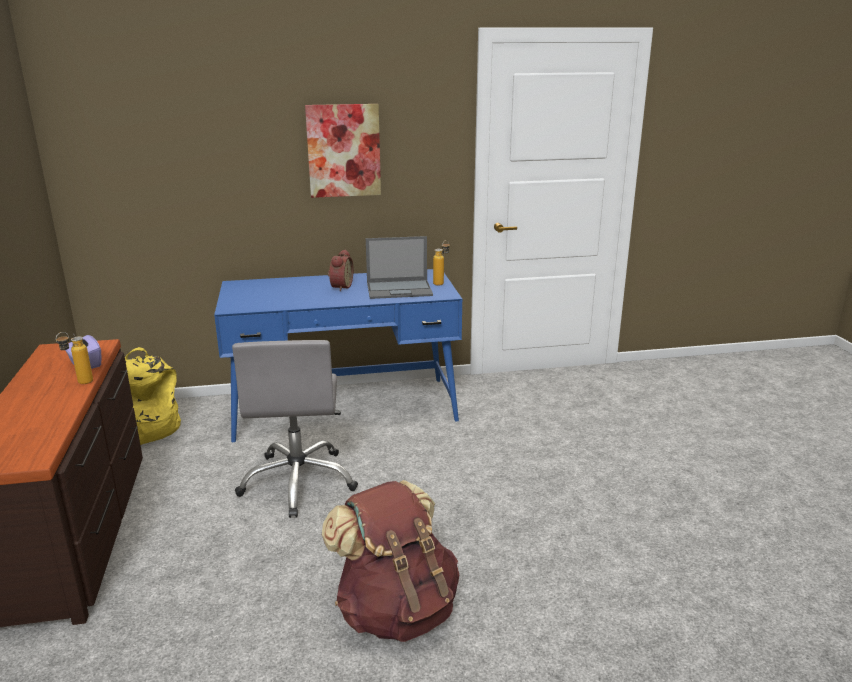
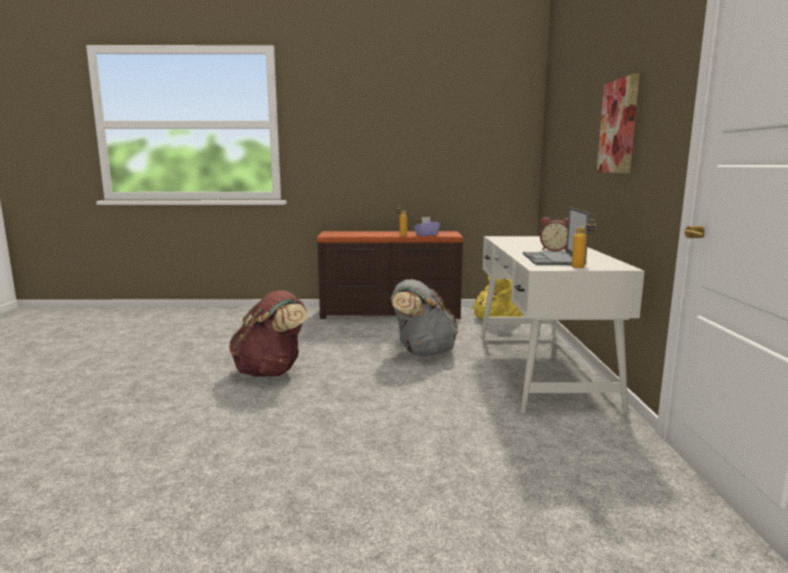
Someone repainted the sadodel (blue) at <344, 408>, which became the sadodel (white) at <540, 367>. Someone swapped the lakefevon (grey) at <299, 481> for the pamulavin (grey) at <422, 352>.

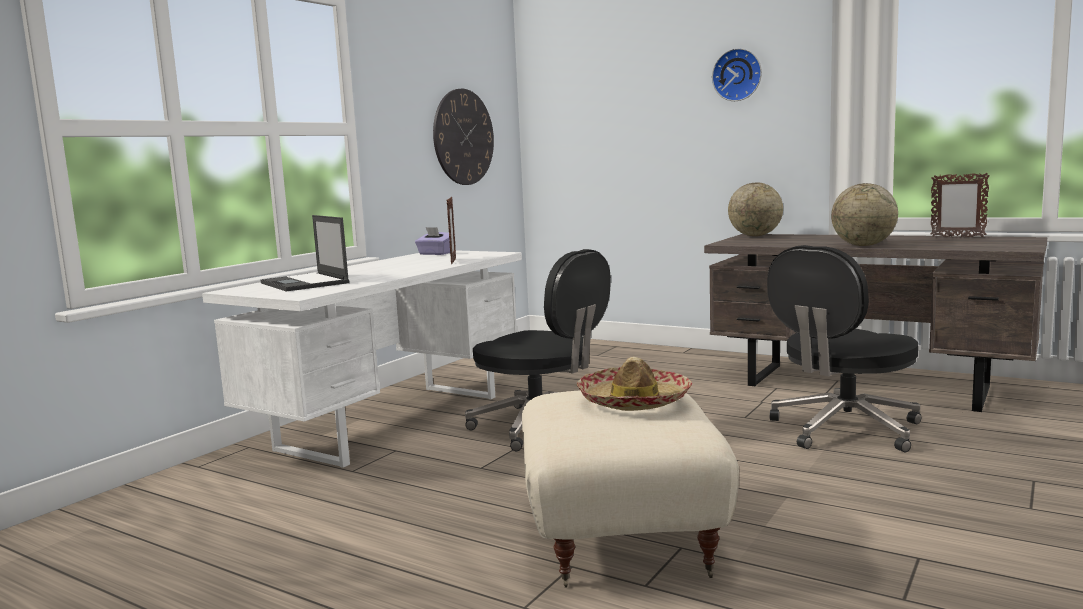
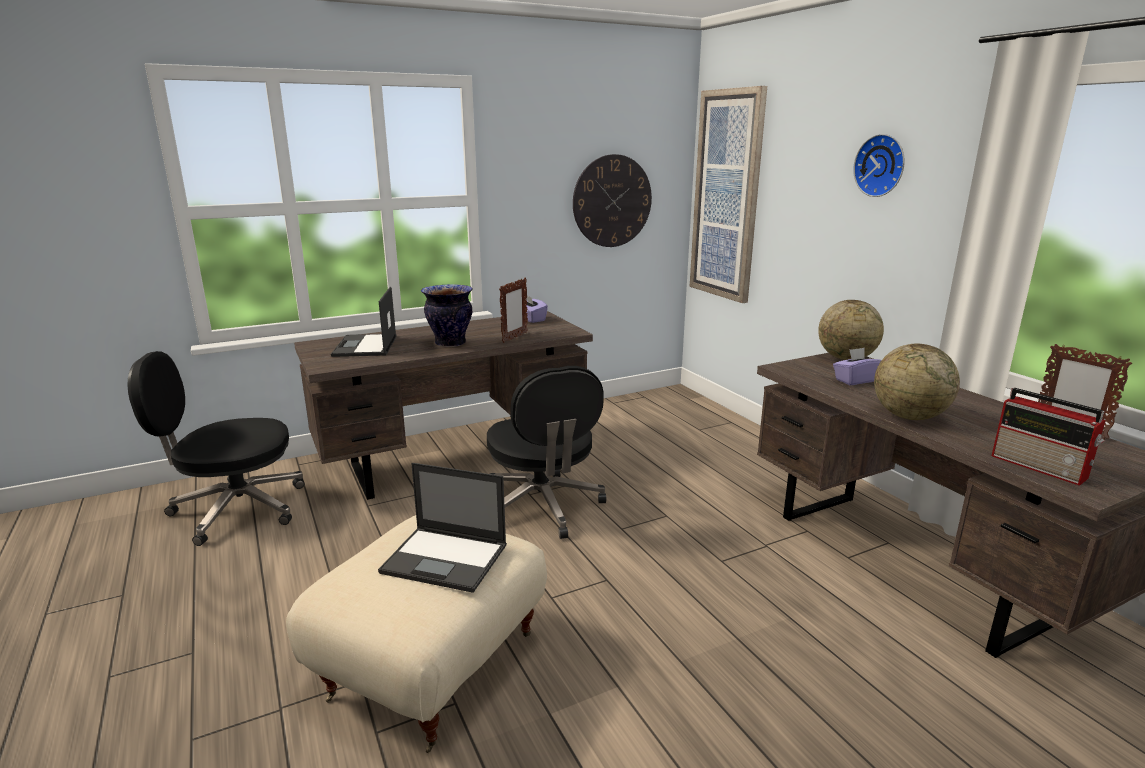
Someone carried the lakefevon (black) from <843, 429> to <235, 509>. Someone repainted the sadodel (white) at <393, 421>, which became the sadodel (brown) at <455, 460>. Someone swapped the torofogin at <634, 401> for the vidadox at <446, 559>. Someone put up the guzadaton at <727, 196>. Someone put down the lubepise at <451, 343>. Someone put down the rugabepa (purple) at <855, 380>. Someone put down the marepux at <1041, 467>.

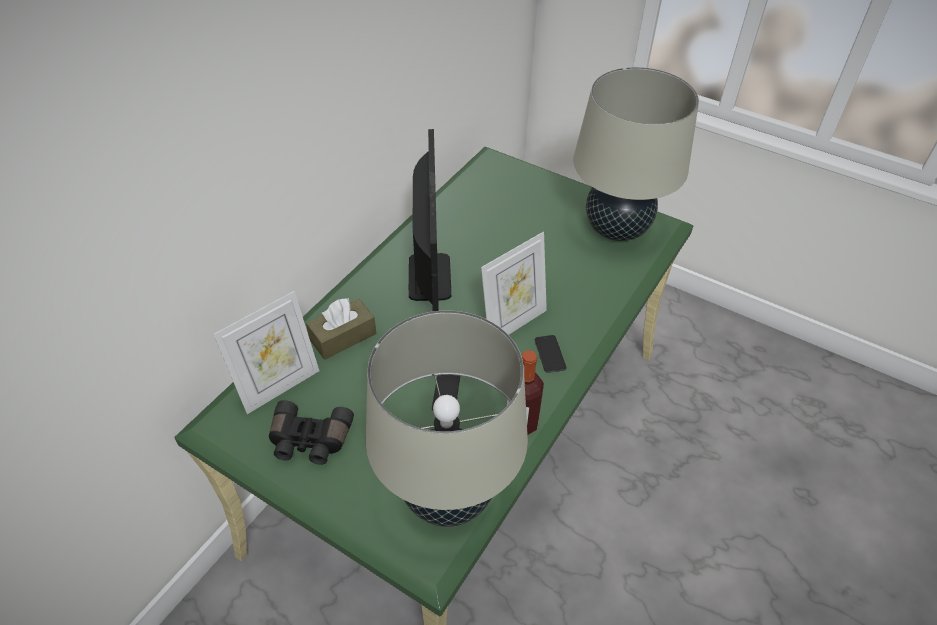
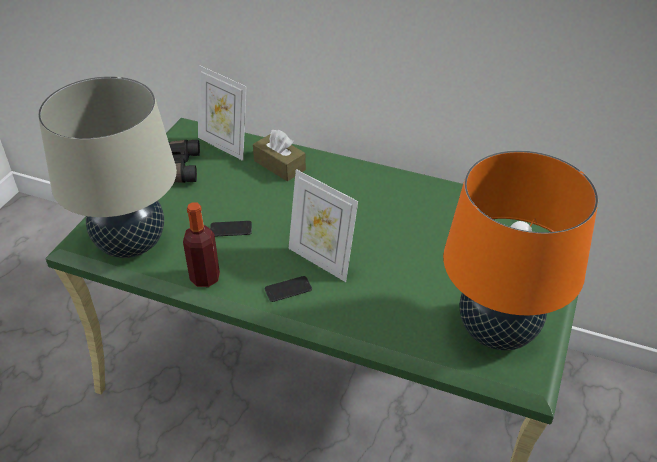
Someone repainted the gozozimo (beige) at <616, 229>, which became the gozozimo (orange) at <497, 331>. Someone took away the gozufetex at <429, 277>.

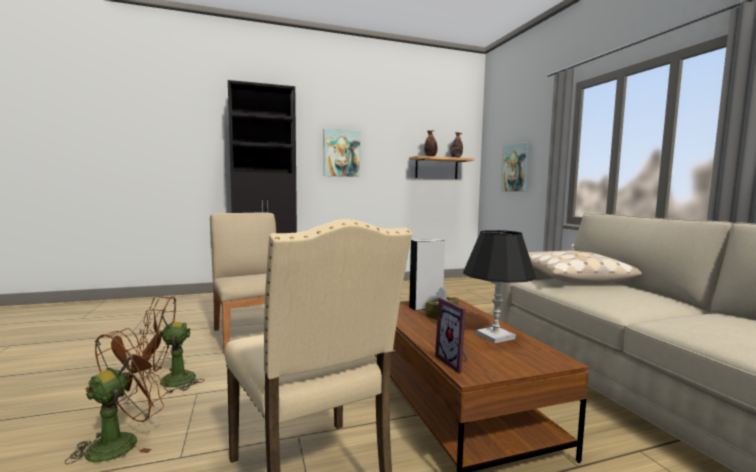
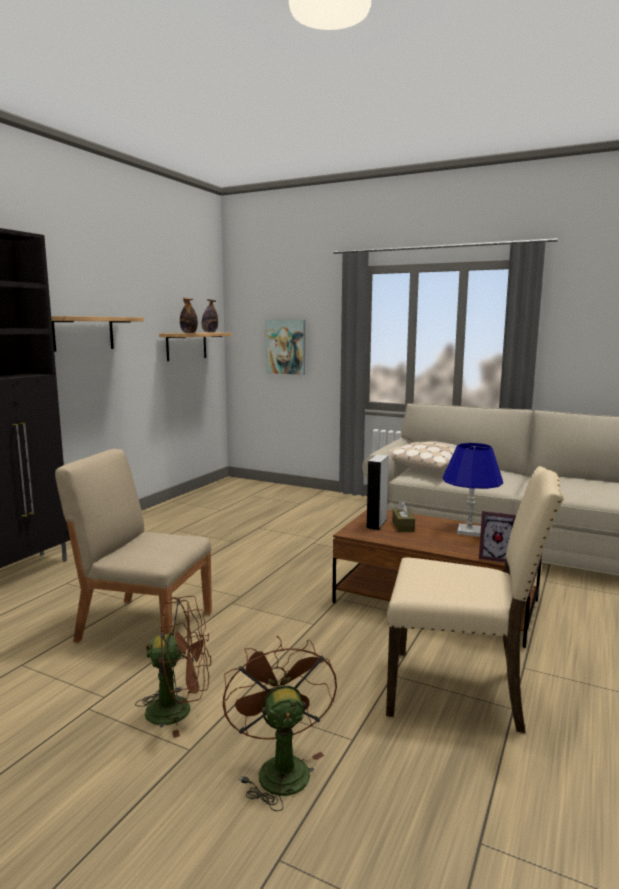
Someone swapped the guzadaton at <341, 153> for the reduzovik at <83, 333>. Someone repainted the gozozimo (black) at <495, 336>, which became the gozozimo (blue) at <469, 531>. Someone rotated the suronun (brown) at <169, 381> by 120 degrees counterclockwise.

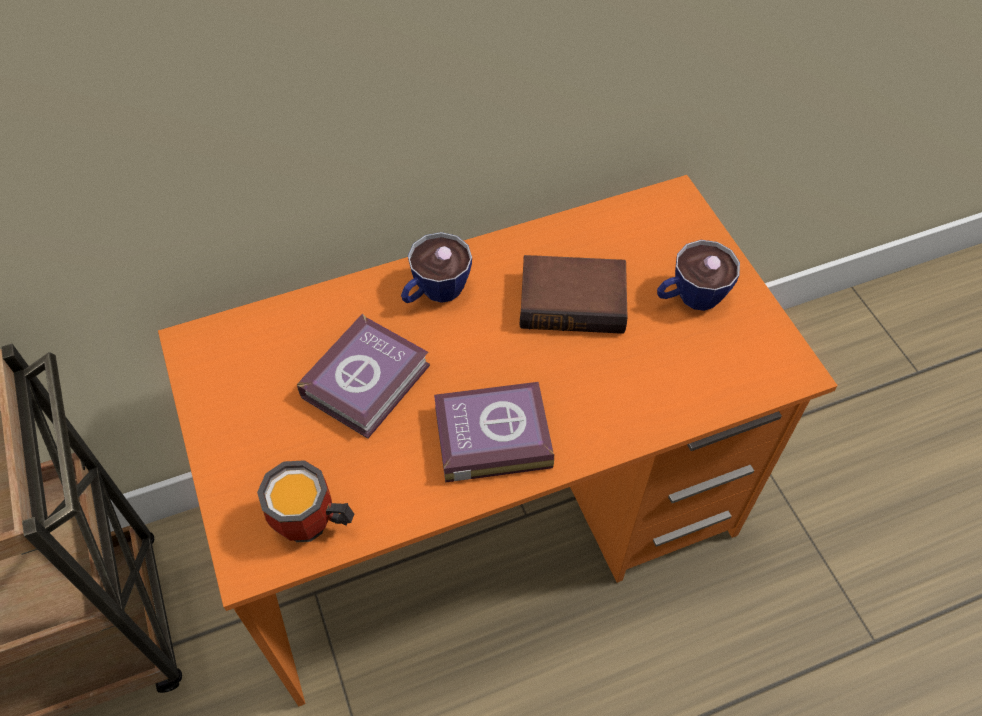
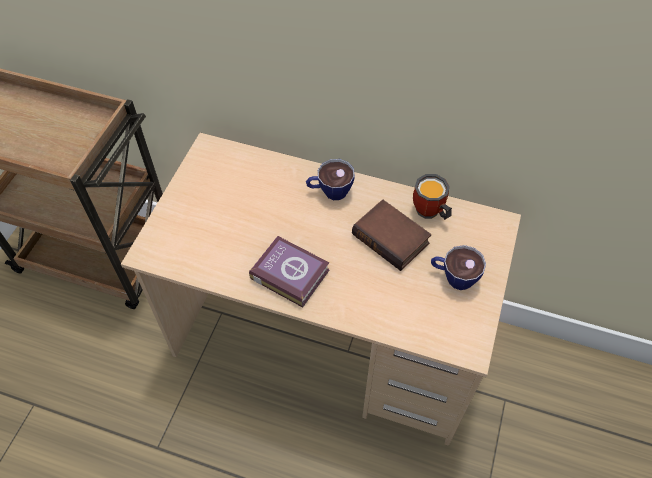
Someone repainted the sadodel (orange) at <490, 523>, which became the sadodel (beige) at <327, 341>. Someone took away the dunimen at <369, 380>. Someone carried the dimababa from <312, 527> to <429, 213>.

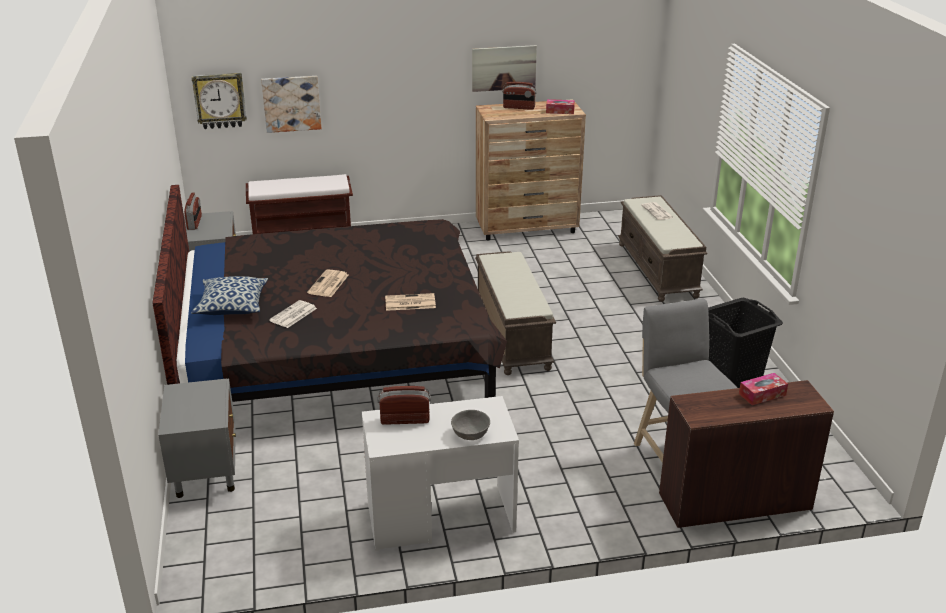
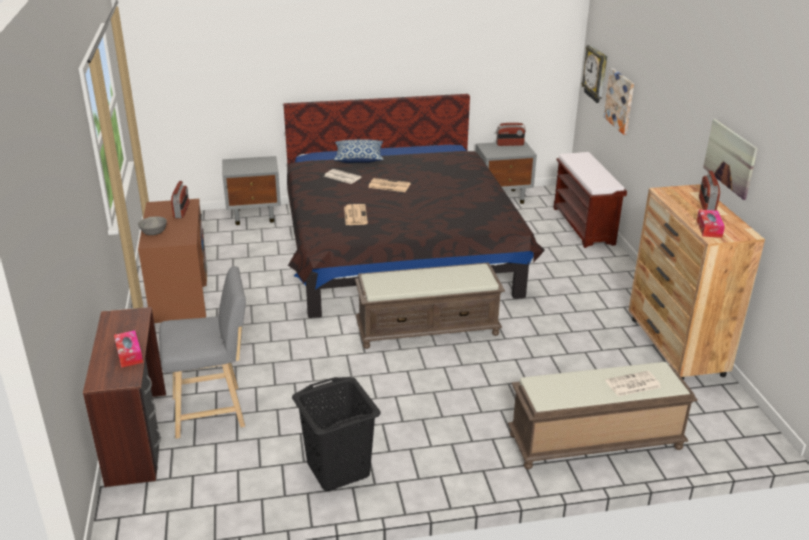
Someone repainted the sadodel (white) at <440, 517>, which became the sadodel (brown) at <180, 294>.

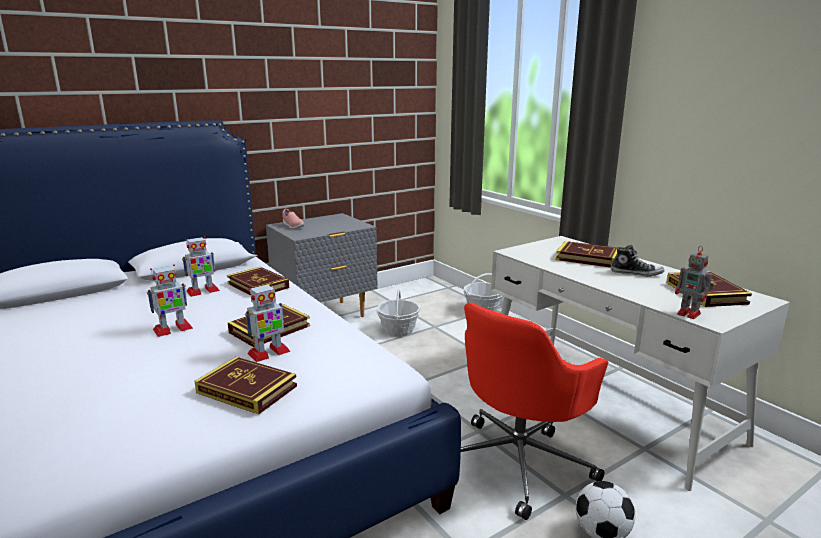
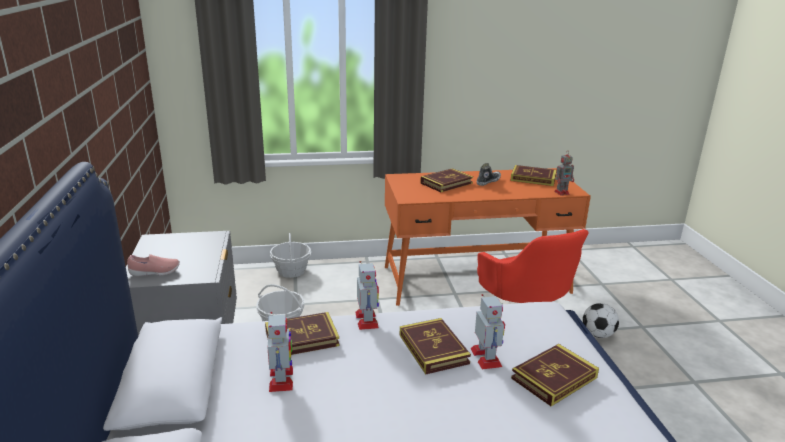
Someone repainted the sadodel (white) at <606, 404>, which became the sadodel (orange) at <476, 280>. Someone carried the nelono from <172, 329> to <367, 320>.

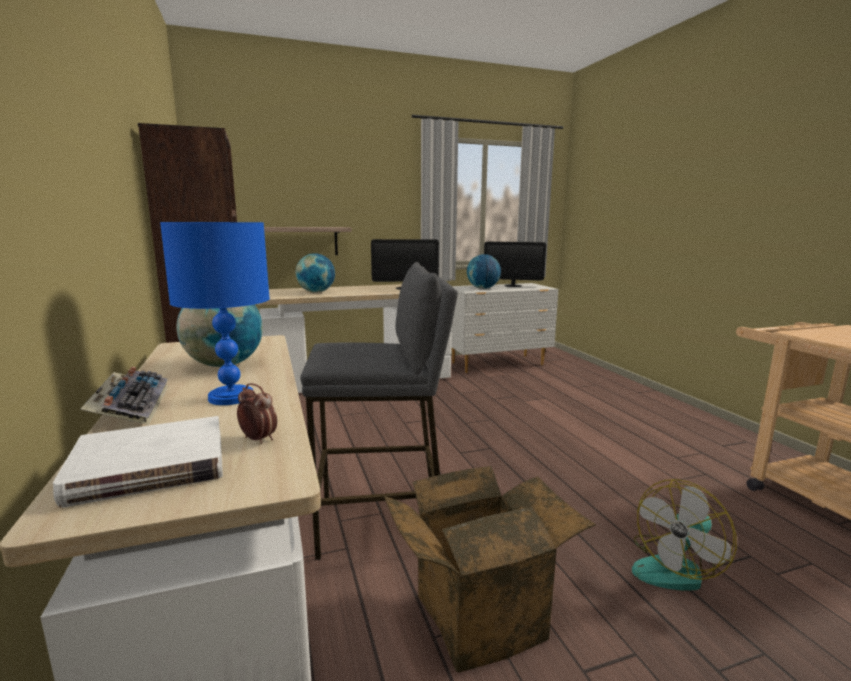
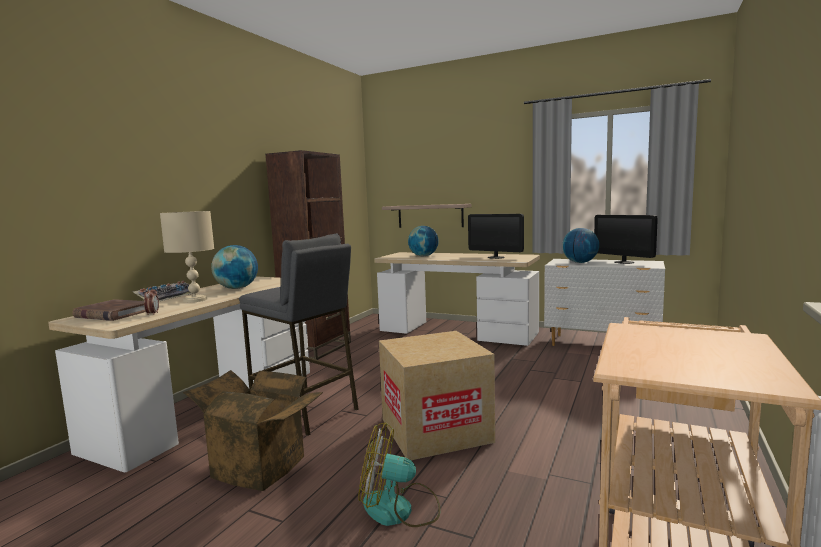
Someone repainted the gozozimo (blue) at <230, 397>, which became the gozozimo (beige) at <194, 300>. Someone repainted the dunimen (white) at <150, 466>, which became the dunimen (brown) at <113, 314>. Someone put down the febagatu at <435, 430>.

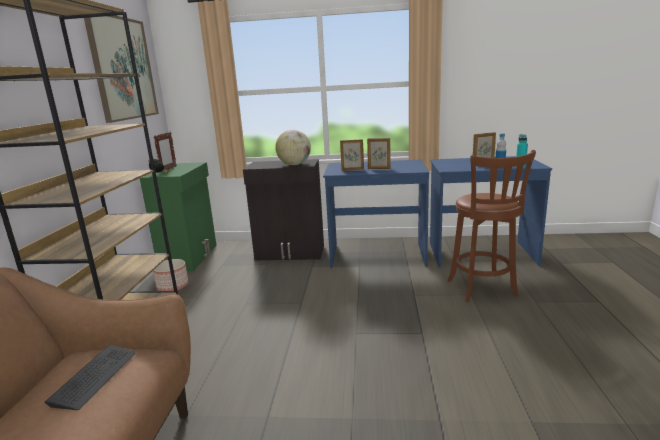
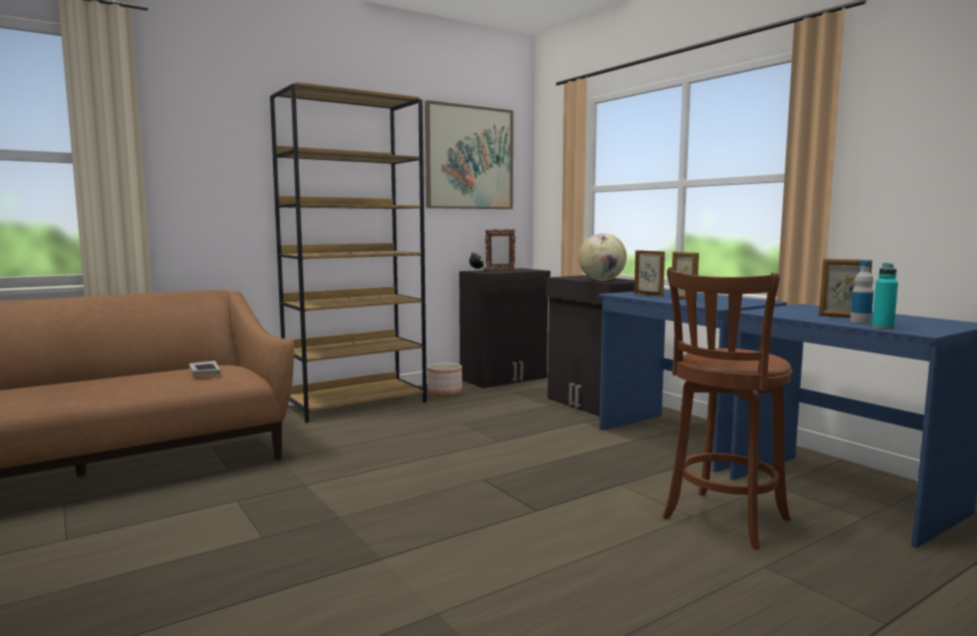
Someone repainted the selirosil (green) at <190, 257>, which became the selirosil (black) at <505, 378>. Someone swapped the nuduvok at <94, 377> for the dunimen at <204, 372>.

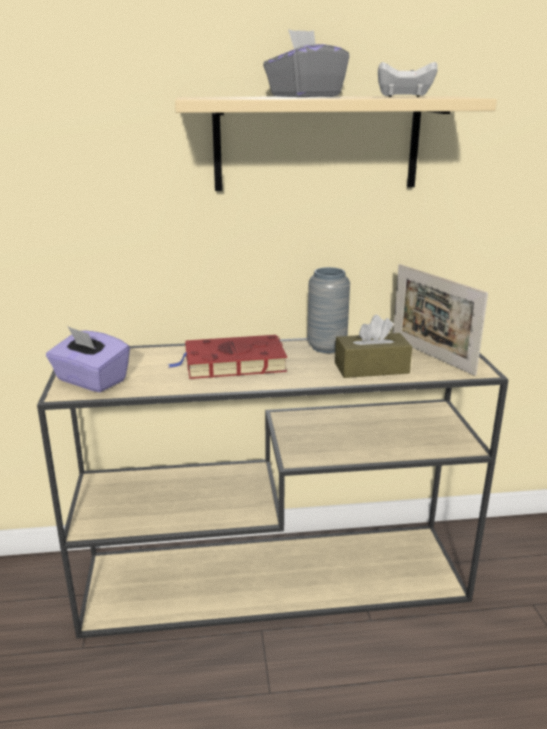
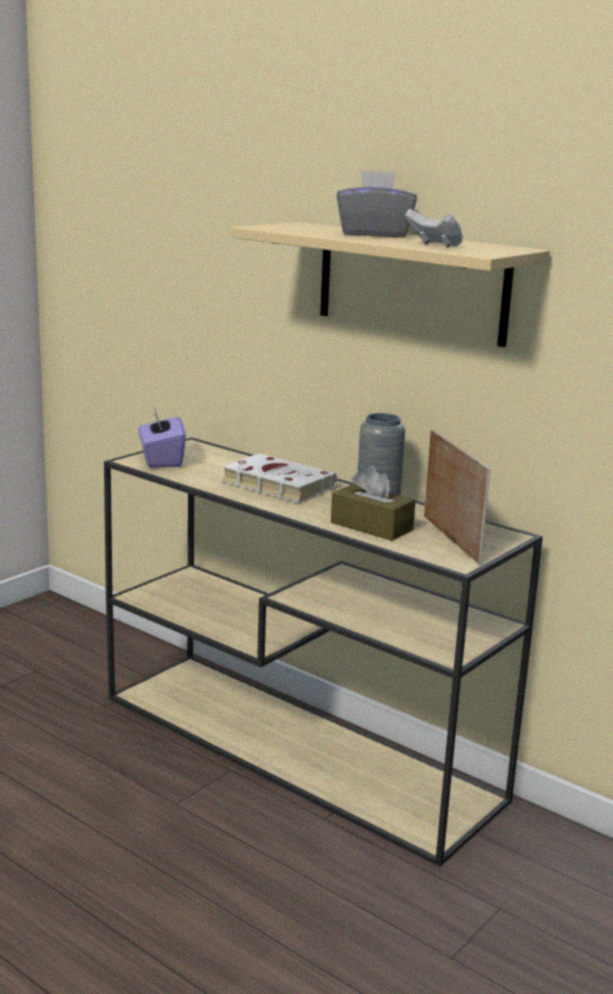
Someone rotated the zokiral at <431, 355> by 150 degrees clockwise. Someone repainted the dunimen (red) at <231, 363>, which became the dunimen (white) at <275, 484>.

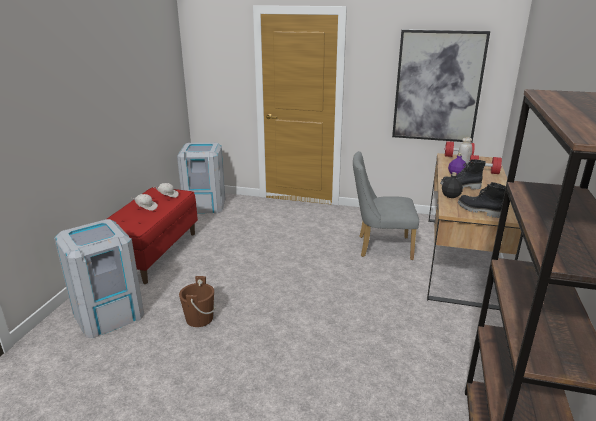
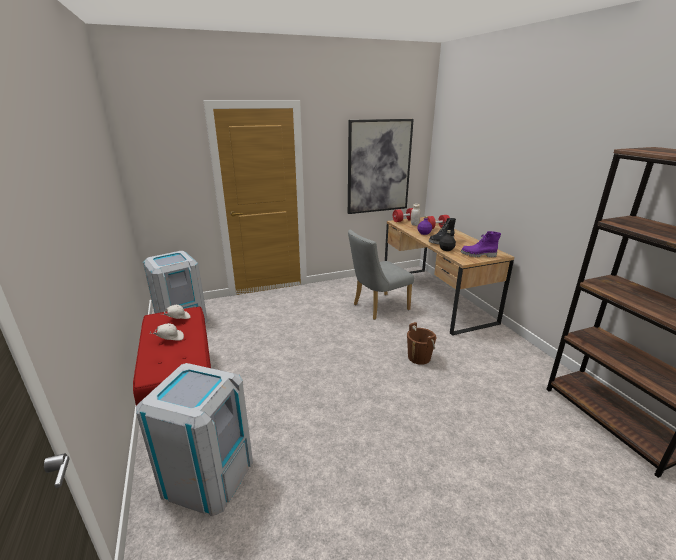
Someone repainted the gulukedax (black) at <478, 211>, which became the gulukedax (purple) at <478, 255>. Someone carried the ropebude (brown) from <199, 318> to <419, 357>.

